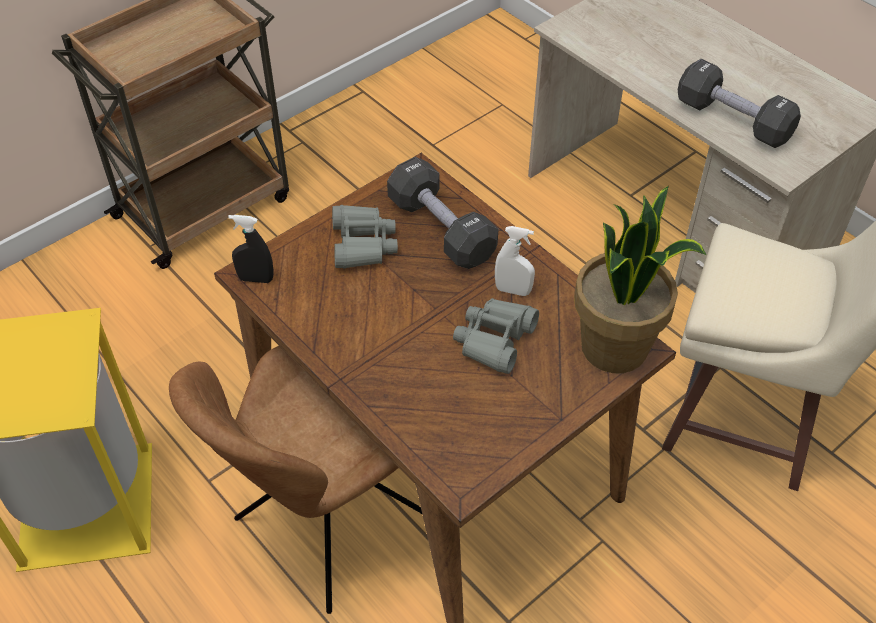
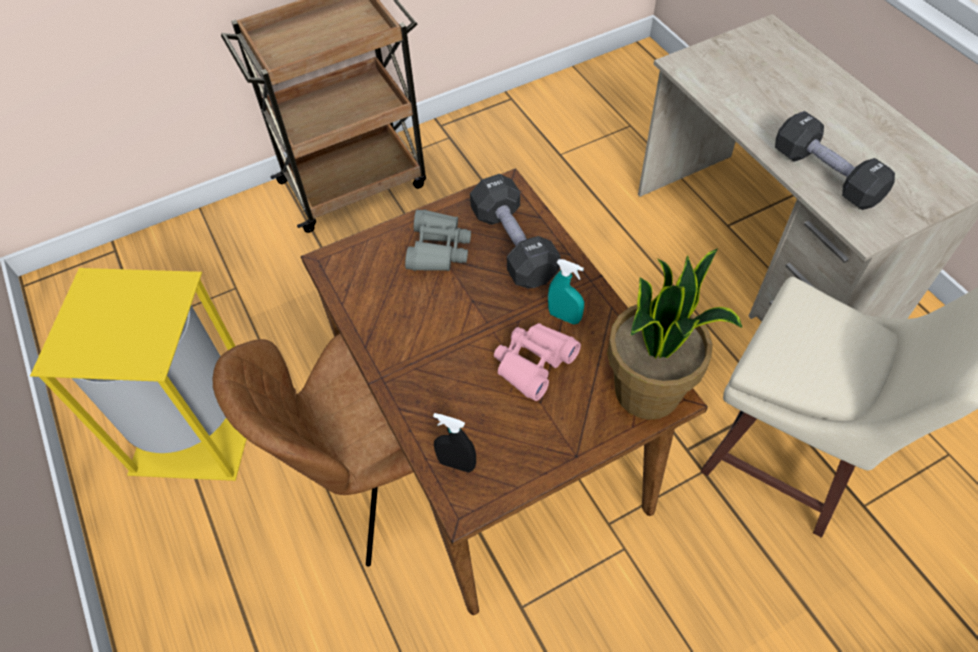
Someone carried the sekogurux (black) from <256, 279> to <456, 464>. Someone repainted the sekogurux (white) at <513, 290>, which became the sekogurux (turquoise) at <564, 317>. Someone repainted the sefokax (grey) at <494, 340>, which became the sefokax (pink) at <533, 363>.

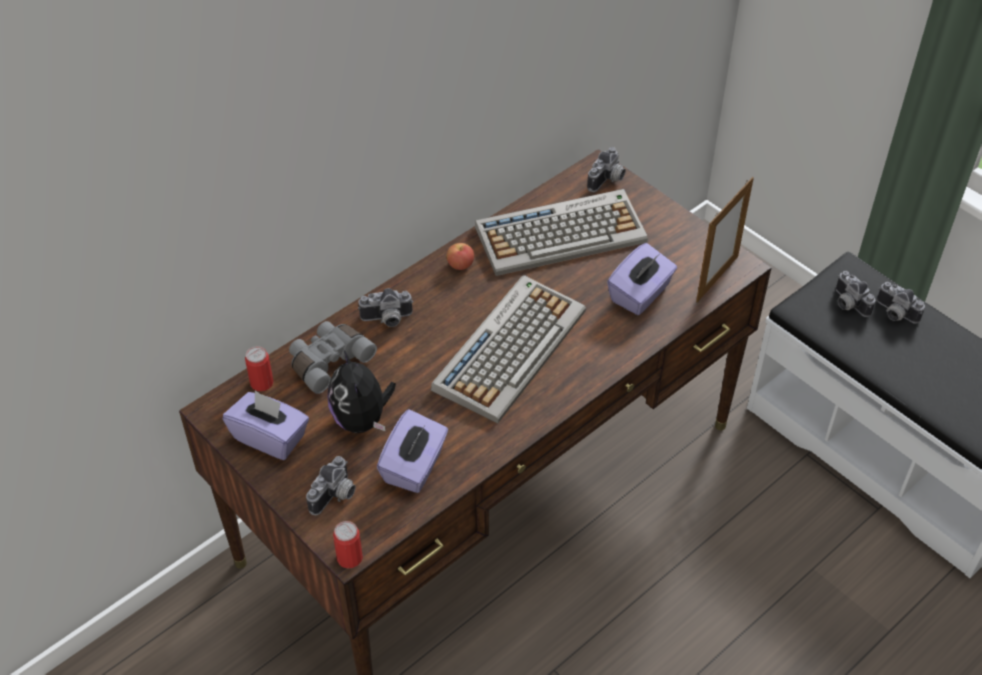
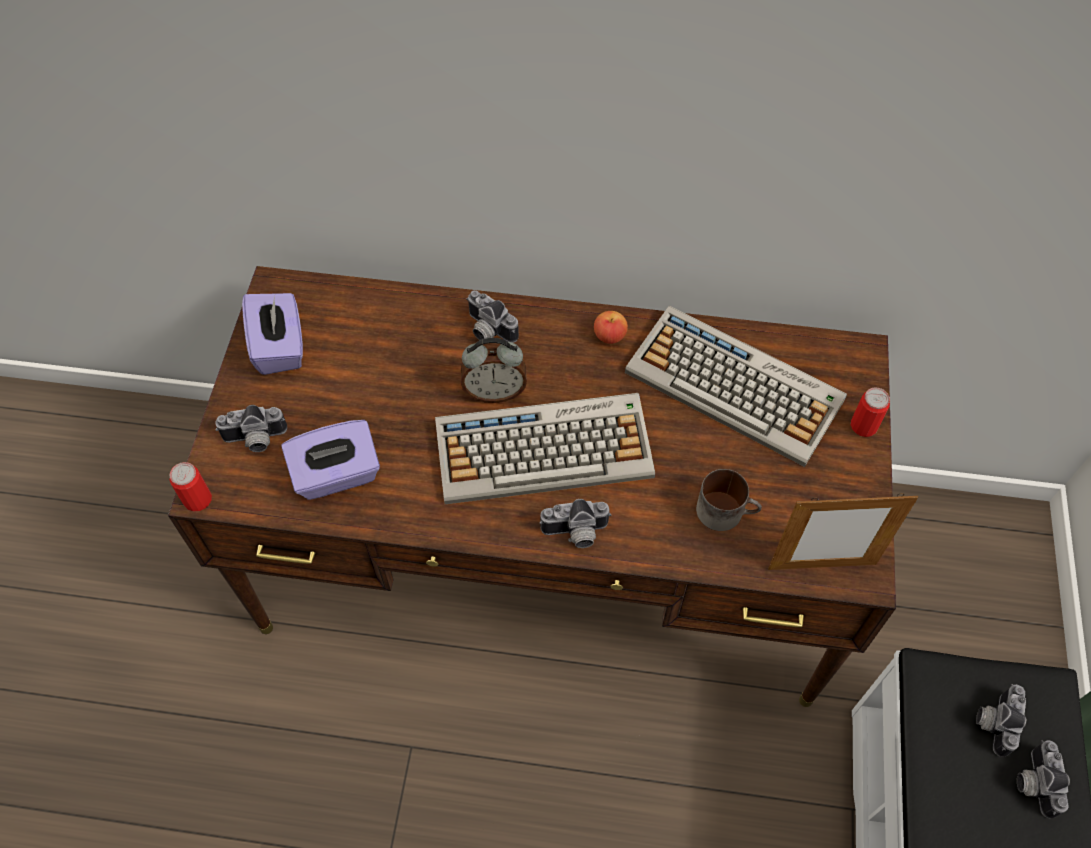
Someone carried the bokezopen from <608, 180> to <575, 534>. Someone swapped the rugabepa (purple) at <640, 294> for the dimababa at <726, 510>. Someone took away the sefokax (grey) at <328, 361>. Someone carried the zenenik from <262, 383> to <863, 426>. Someone took away the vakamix at <362, 419>. Someone put down the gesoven at <494, 392>.

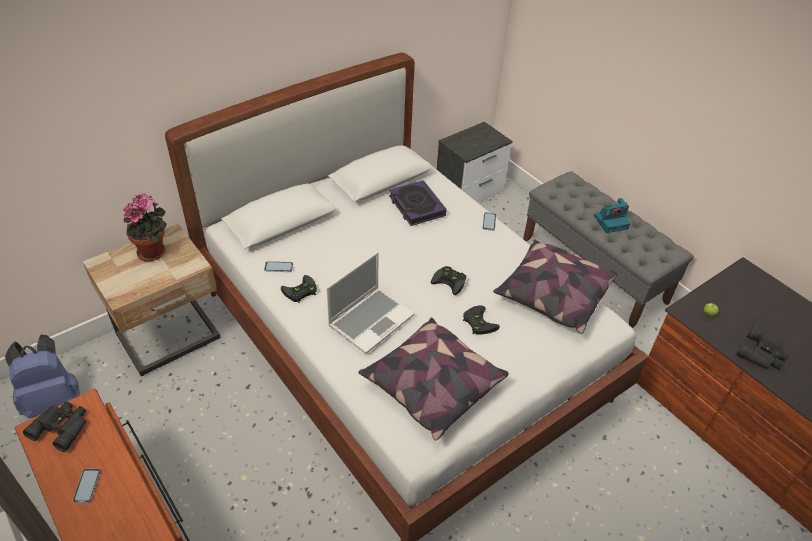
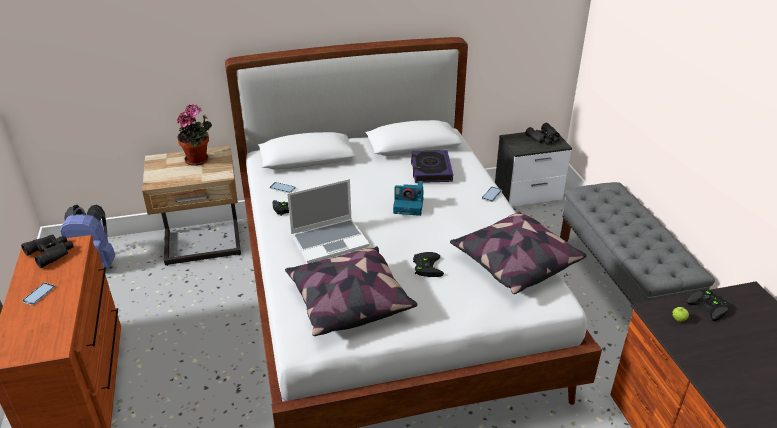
Someone carried the bokezopen from <611, 222> to <409, 206>. Someone carried the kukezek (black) from <451, 281> to <710, 306>. Someone carried the sefokax (black) from <762, 354> to <544, 138>.

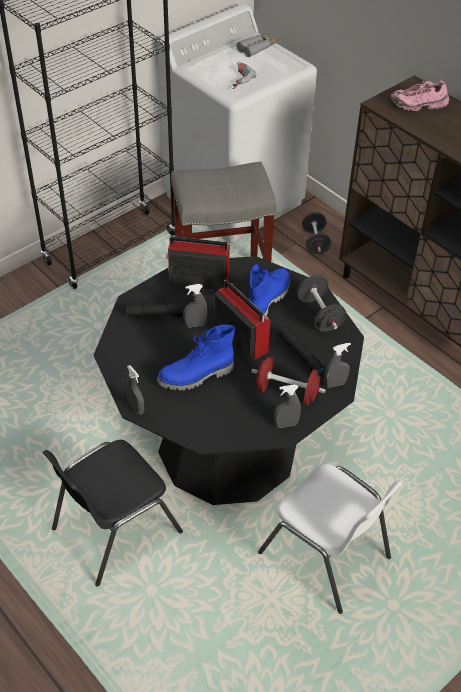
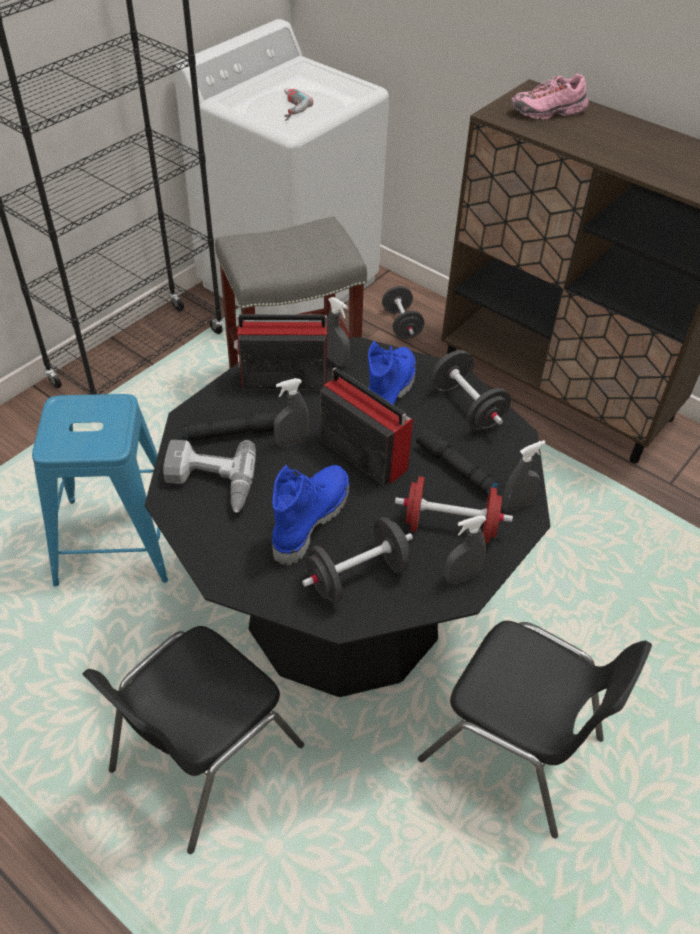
Someone took away the sefokax (grey) at <256, 48>. Someone rotated the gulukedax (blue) at <196, 376> by 150 degrees clockwise. Someone carried the sekogurux (grey) from <136, 408> to <336, 360>. Someone repainted the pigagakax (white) at <326, 556>, which became the pigagakax (black) at <514, 750>. Someone put down the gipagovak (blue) at <116, 541>. Someone put down the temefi at <209, 483>. Someone put down the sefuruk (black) at <357, 576>.

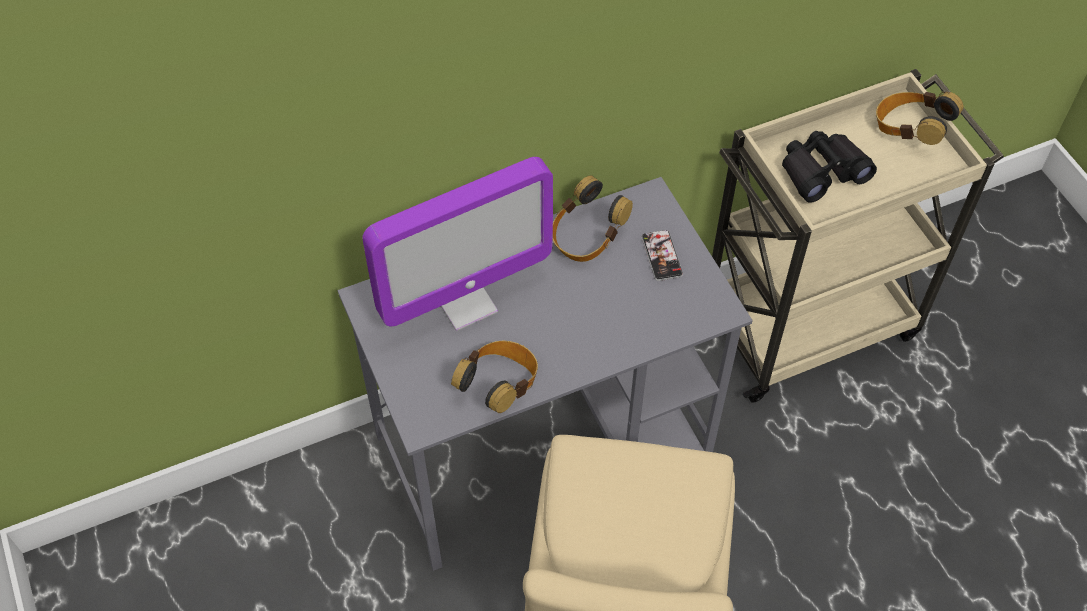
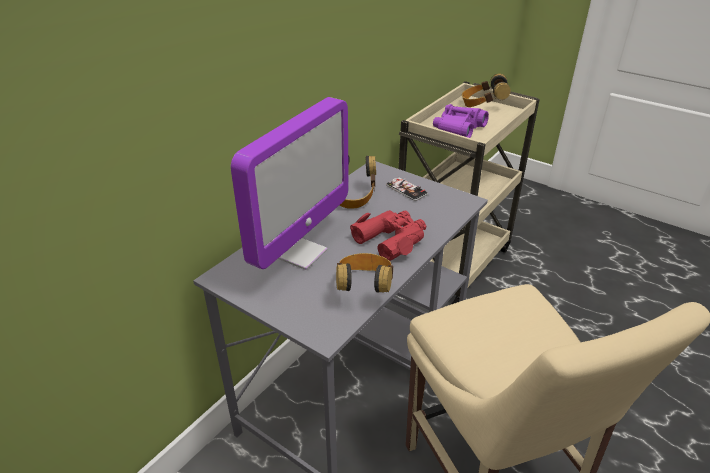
Someone repainted the sefokax (black) at <822, 171>, which became the sefokax (purple) at <458, 129>. Someone put down the sefokax (red) at <391, 239>.

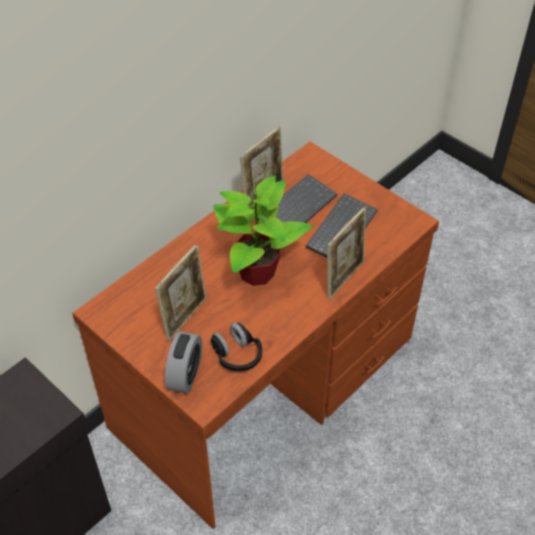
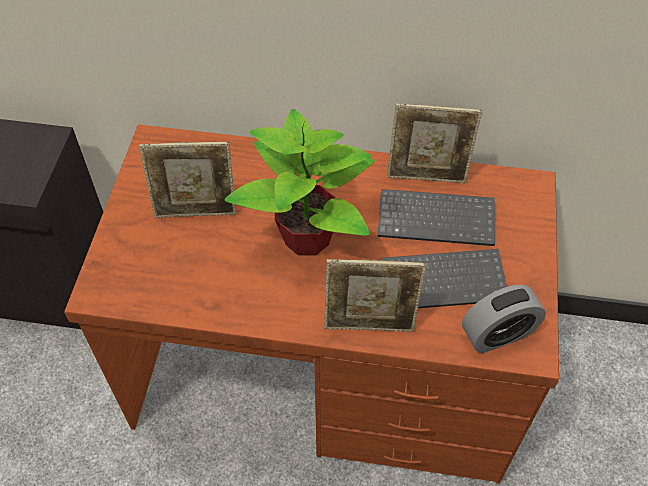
Someone took away the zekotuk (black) at <237, 355>. Someone carried the gesoven from <185, 375> to <498, 334>.

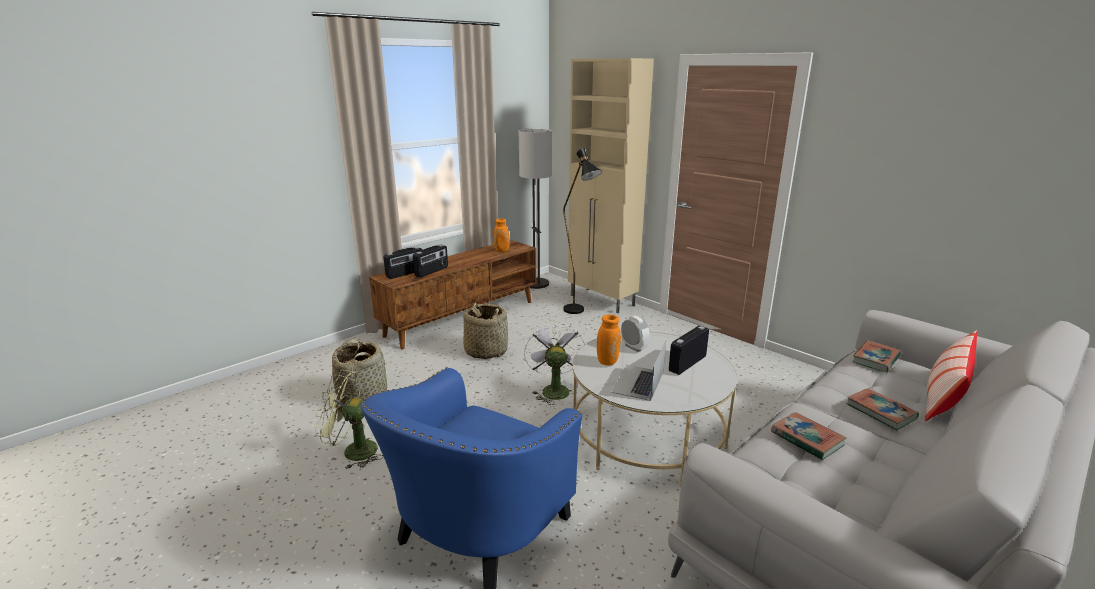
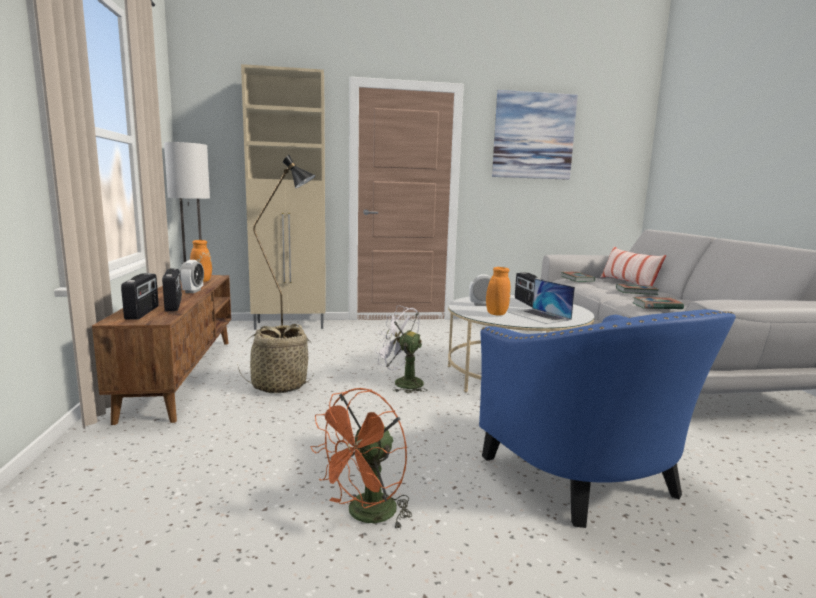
Someone took away the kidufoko at <363, 396>. Someone repainted the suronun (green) at <352, 451>, which became the suronun (orange) at <365, 515>. Someone put up the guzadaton at <533, 136>. Someone put down the gesoven at <193, 291>.

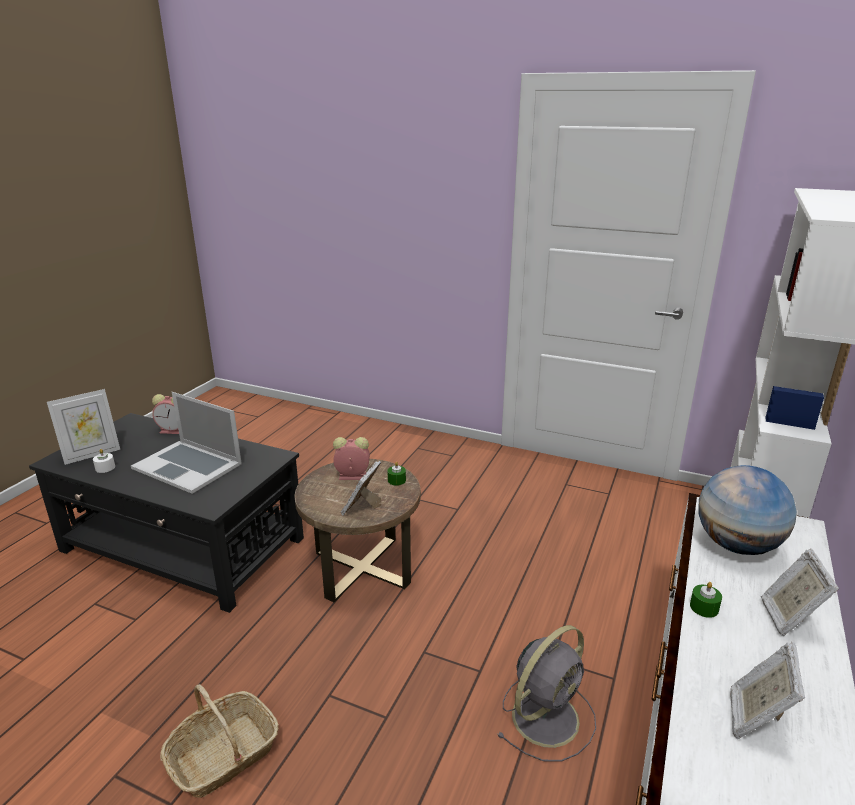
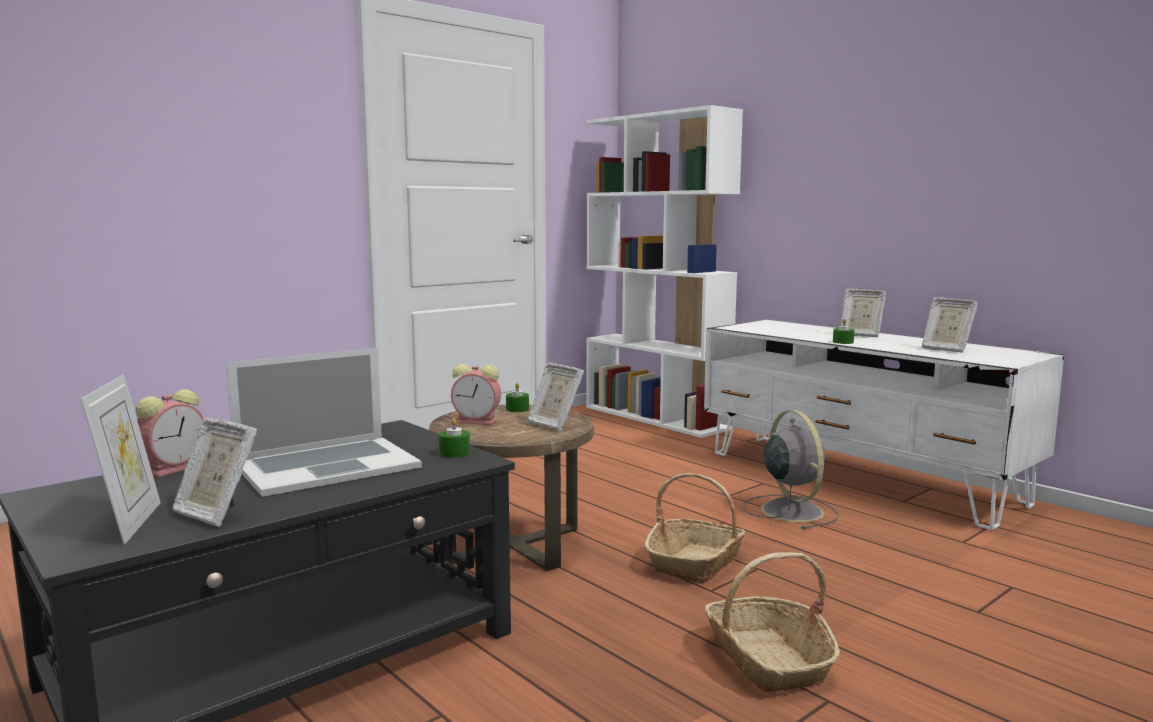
Someone rotated the gesoven at <351, 476> by 105 degrees counterclockwise. Someone swapped the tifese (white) at <105, 468> for the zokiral at <216, 513>. Someone took away the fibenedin at <737, 545>. Someone put down the tifese (green) at <454, 453>. Someone put down the kidufoko at <695, 562>.

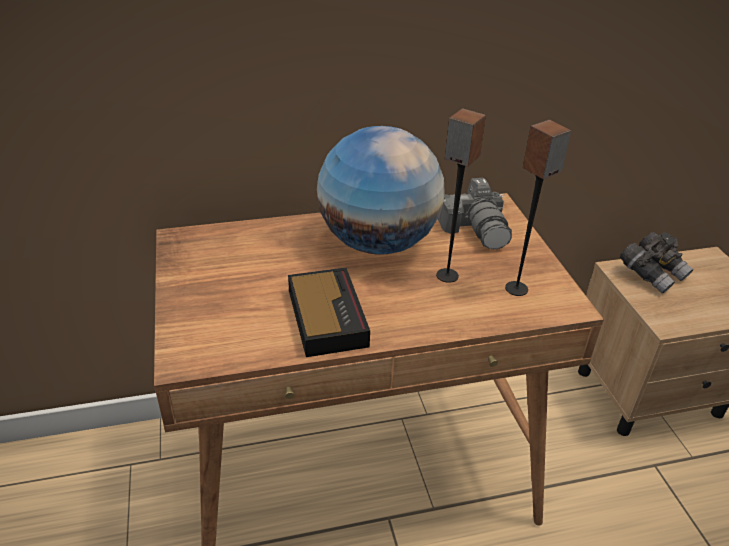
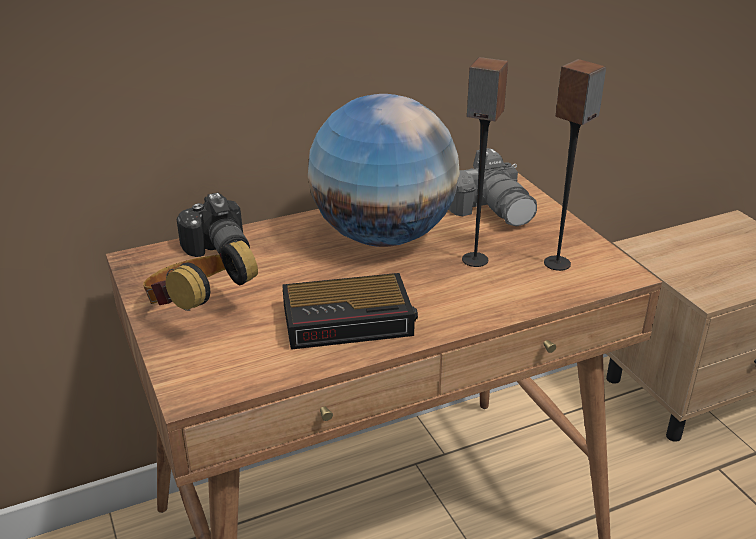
Someone took away the sefokax (grey) at <652, 274>. Someone rotated the gesoven at <326, 316> by 105 degrees clockwise. Someone put down the bokezopen at <218, 251>. Someone put down the zekotuk at <199, 310>.

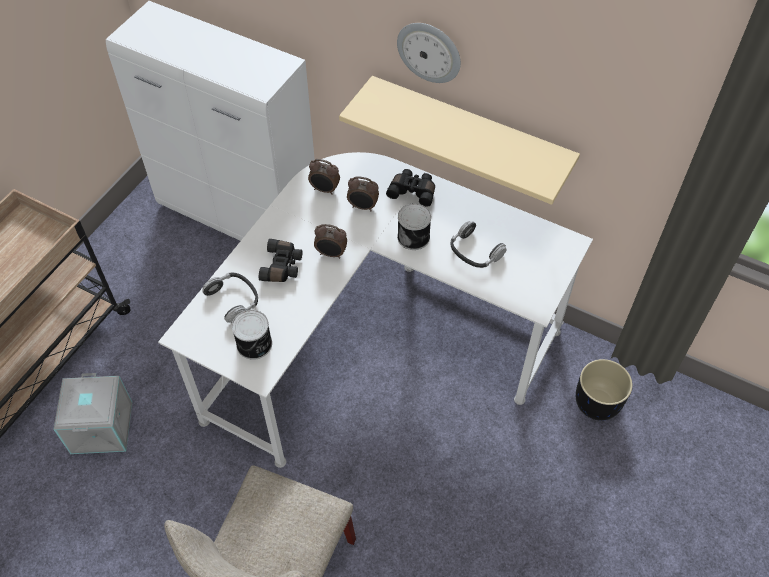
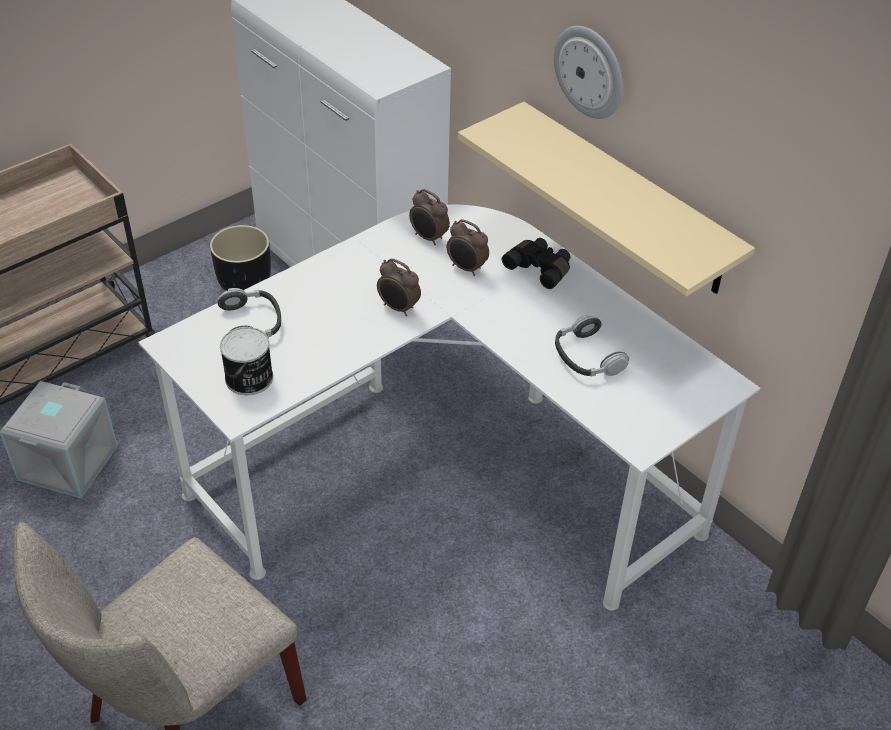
Someone took away the zenenik at <414, 237>. Someone took away the sefokax (black) at <282, 266>. Someone carried the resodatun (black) from <598, 403> to <245, 283>.

